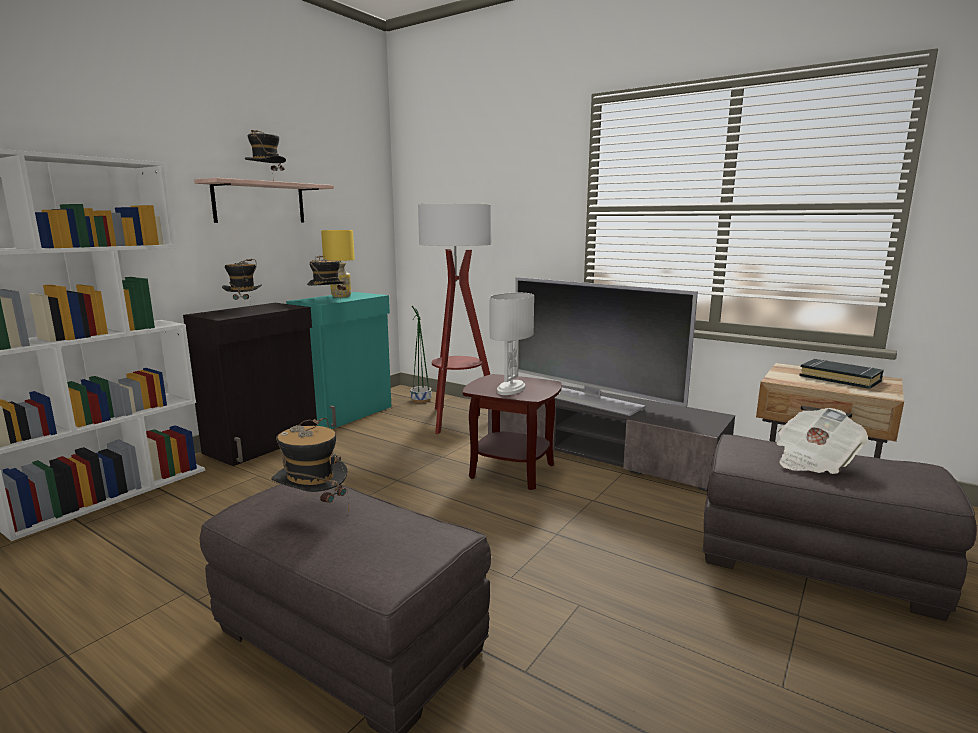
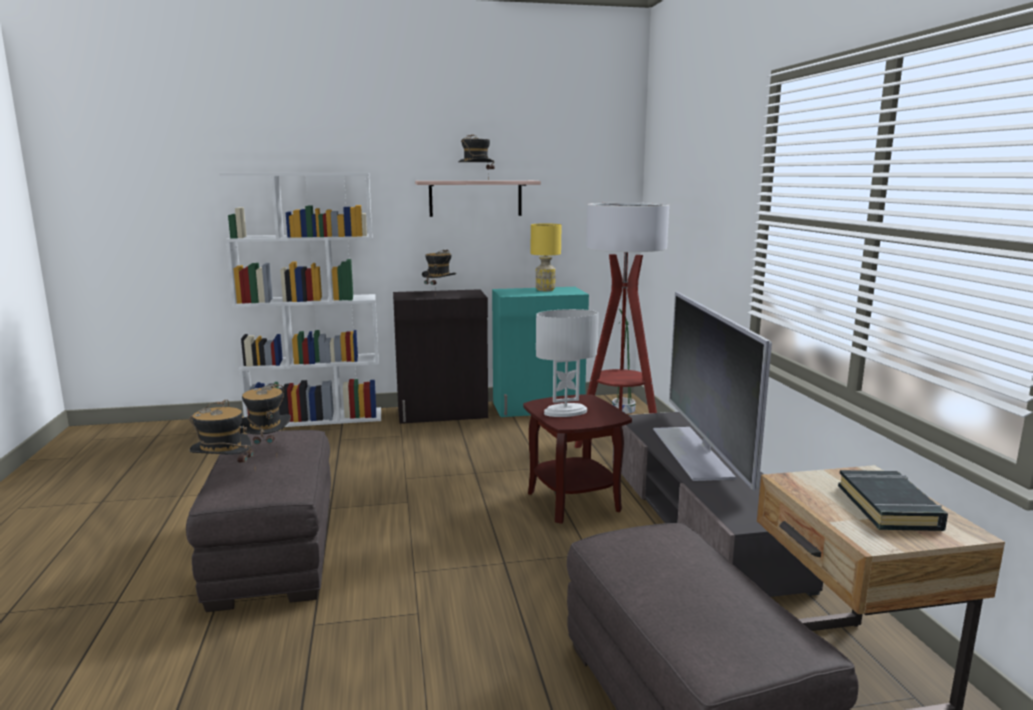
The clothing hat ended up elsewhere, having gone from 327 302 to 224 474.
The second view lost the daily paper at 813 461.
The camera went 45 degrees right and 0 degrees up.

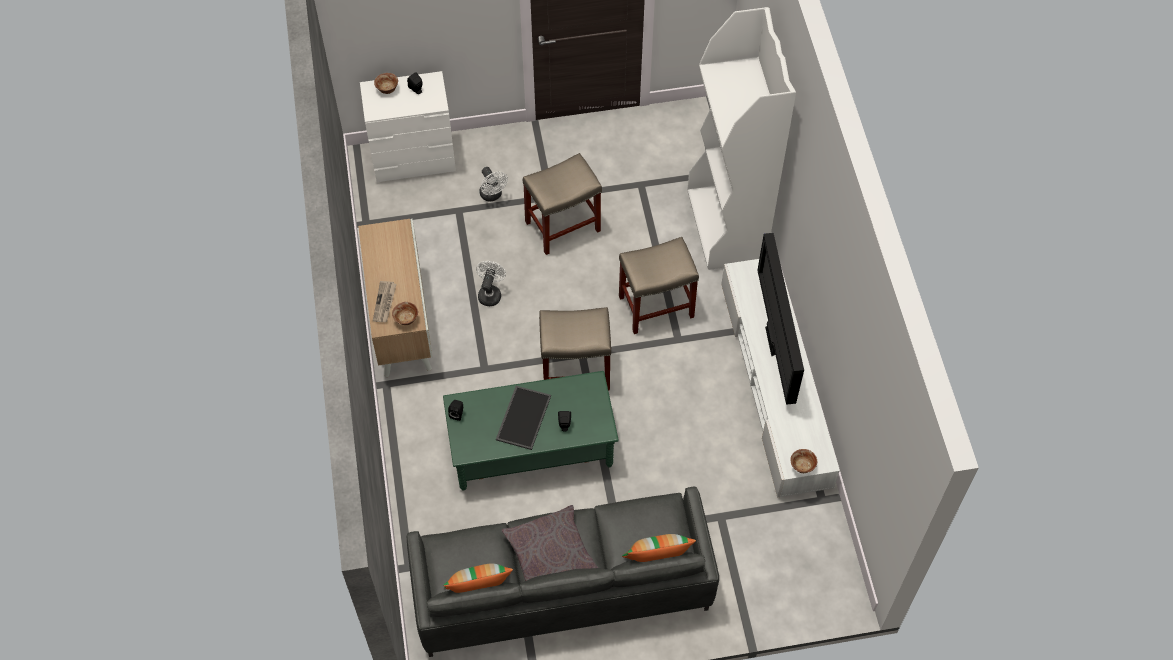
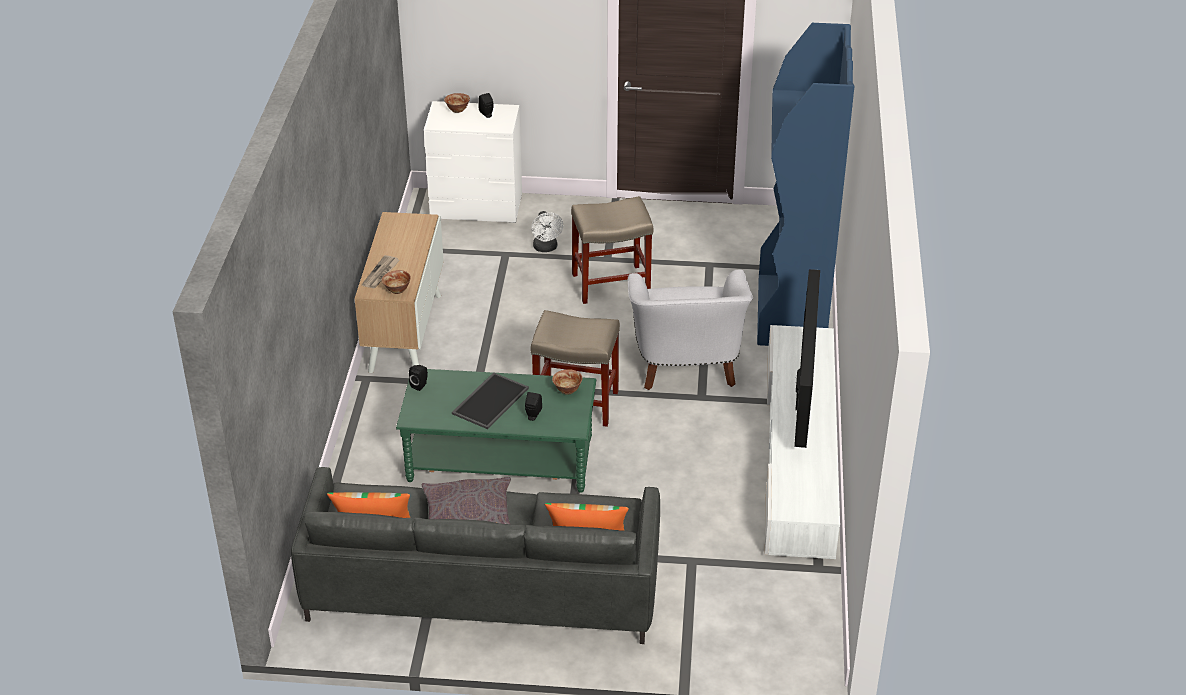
The deep dish ended up elsewhere, having gone from 802 466 to 567 390.
Where the beige sitting stool stood at 655 307, the whitish lounge chair came to stand at 686 366.
What was the whitish bookshelf at 726 226 turned into the blue-coloured bookshelf at 792 313.
The second view lost the whitish cooling fan at 490 293.
The camera went 15 degrees right and 20 degrees down.

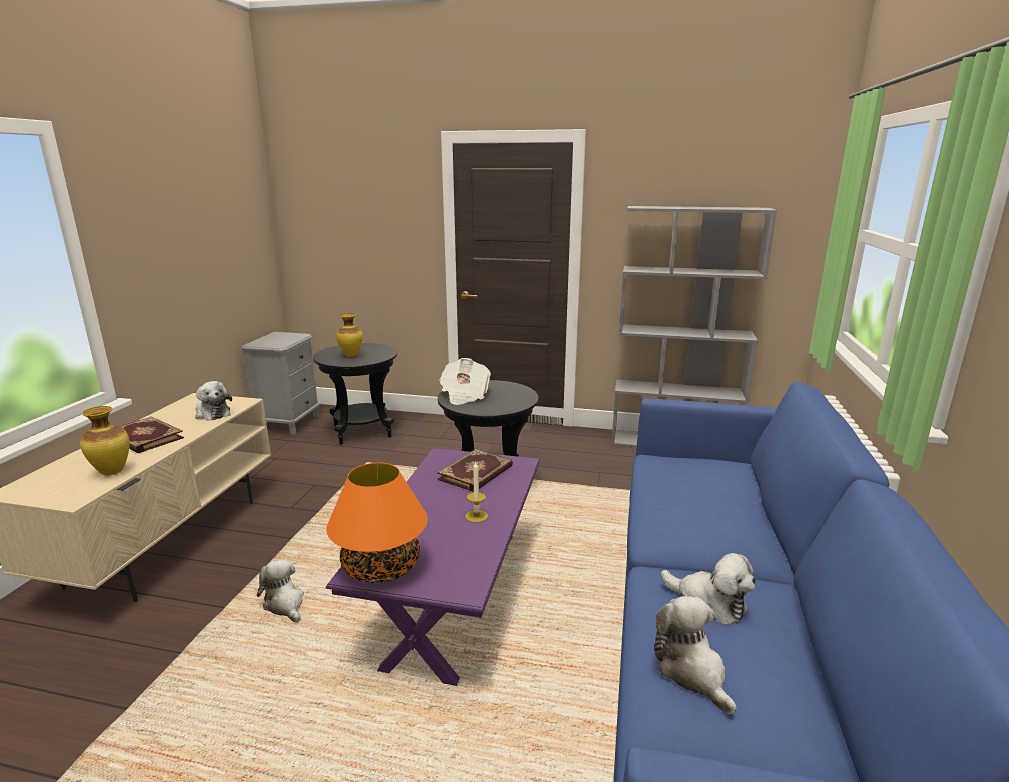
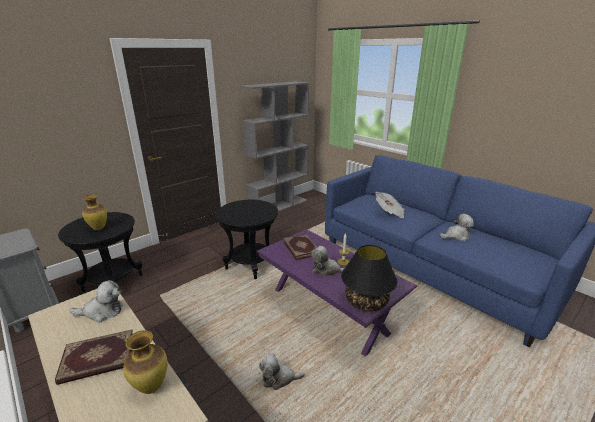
The soft toy ended up elsewhere, having gone from 692 671 to 327 270.
What was the orangey table lamp at 382 567 turned into the blackish table lamp at 366 301.
The daily paper ended up elsewhere, having gone from 464 395 to 389 212.
The camera went 55 degrees left and 5 degrees up.

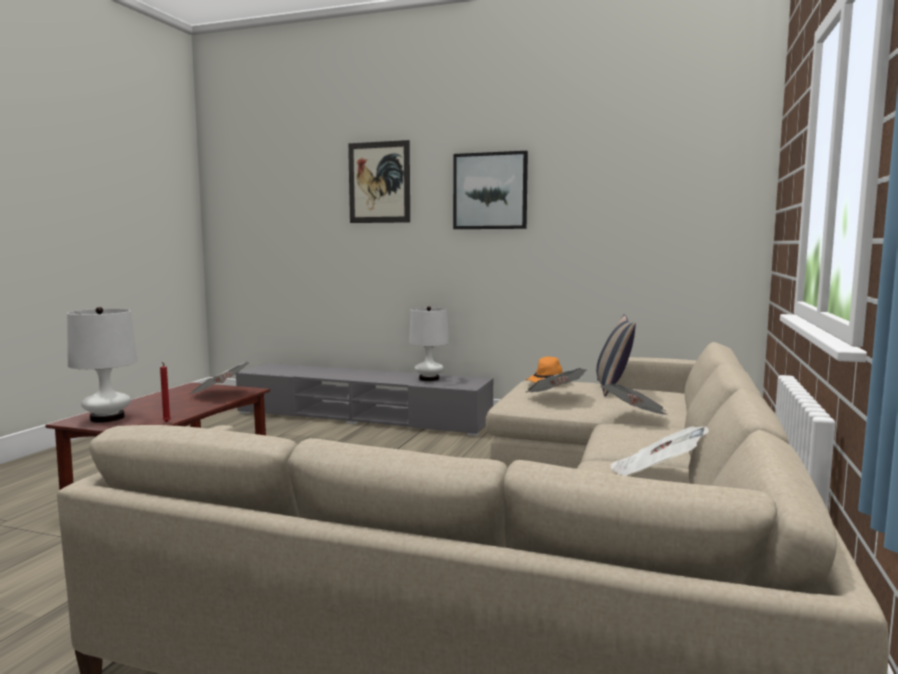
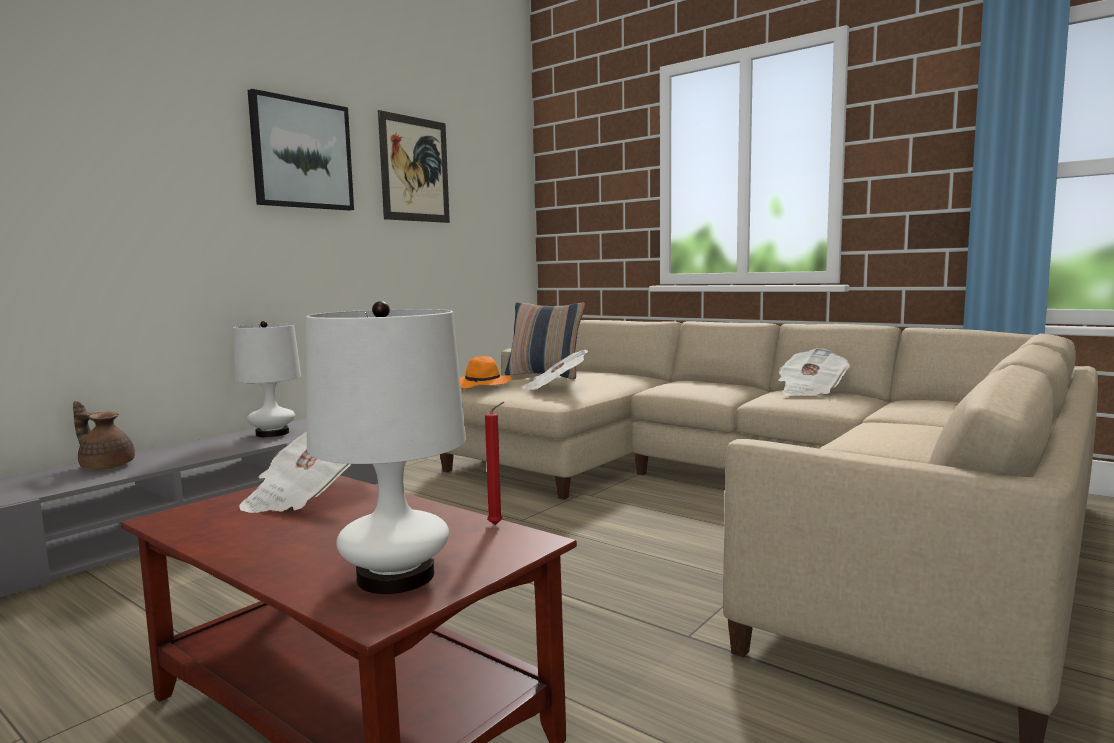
The second view gained the brown teapot at 106 466.
The wall art ended up elsewhere, having gone from 379 182 to 415 169.
The second view lost the daily paper at 635 417.
The camera went 70 degrees left and 0 degrees up.

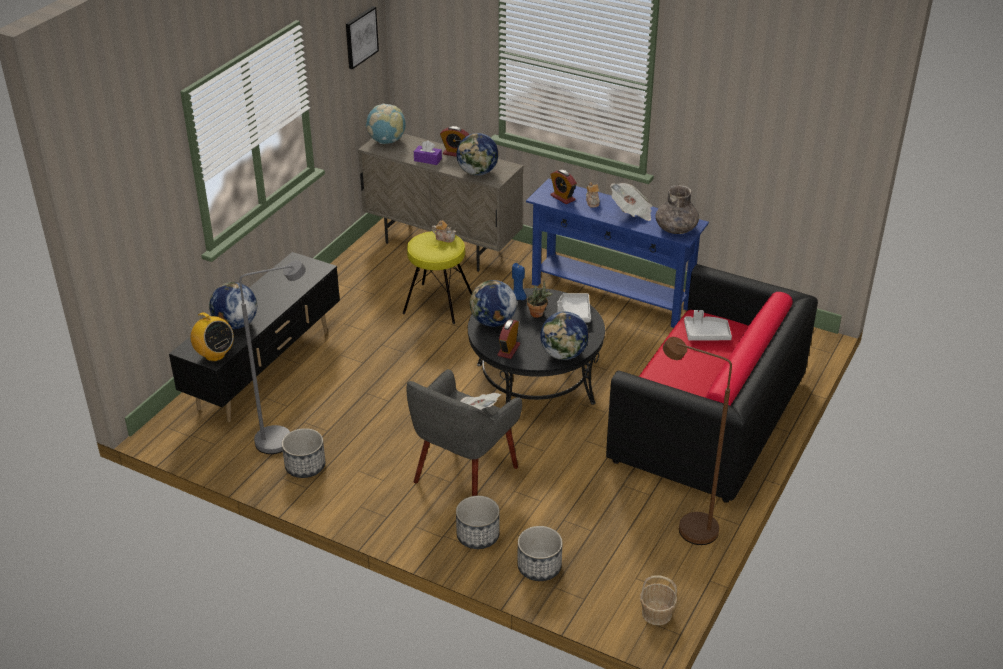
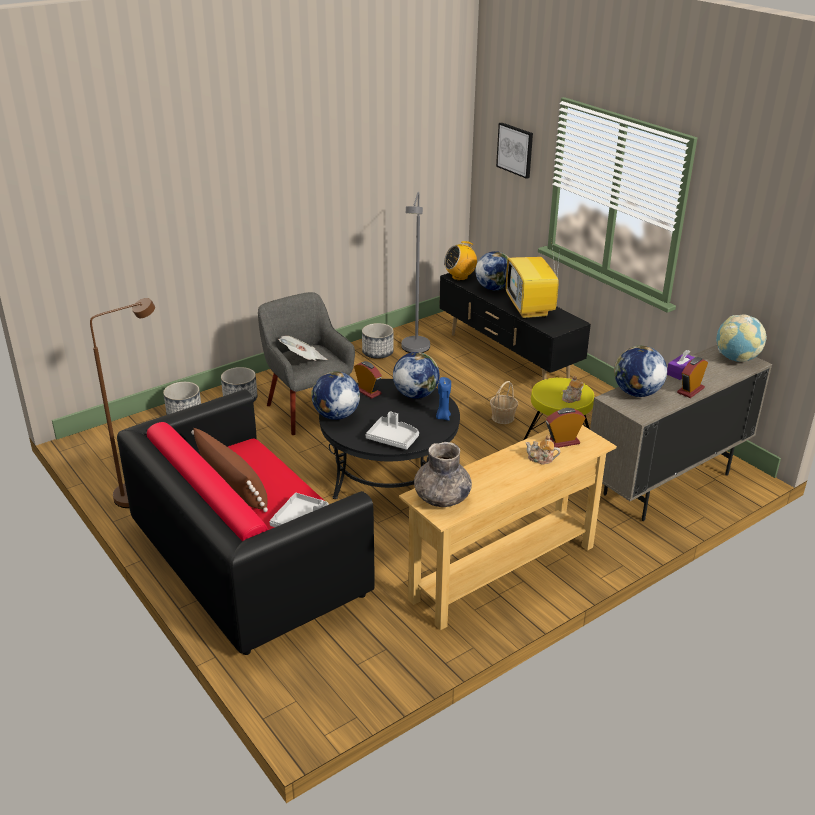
The second view gained the brown pillow at 233 487.
What was the blue-coloured narrow table at 611 295 turned into the beige narrow table at 504 573.
The basket ended up elsewhere, having gone from 656 613 to 503 417.
The wall art ended up elsewhere, having gone from 360 37 to 515 150.
The second view gained the TV set at 530 309.
The second view lost the houseplant at 538 314.
The second view lost the daily paper at 631 212.
The camera went 115 degrees right and 5 degrees down.

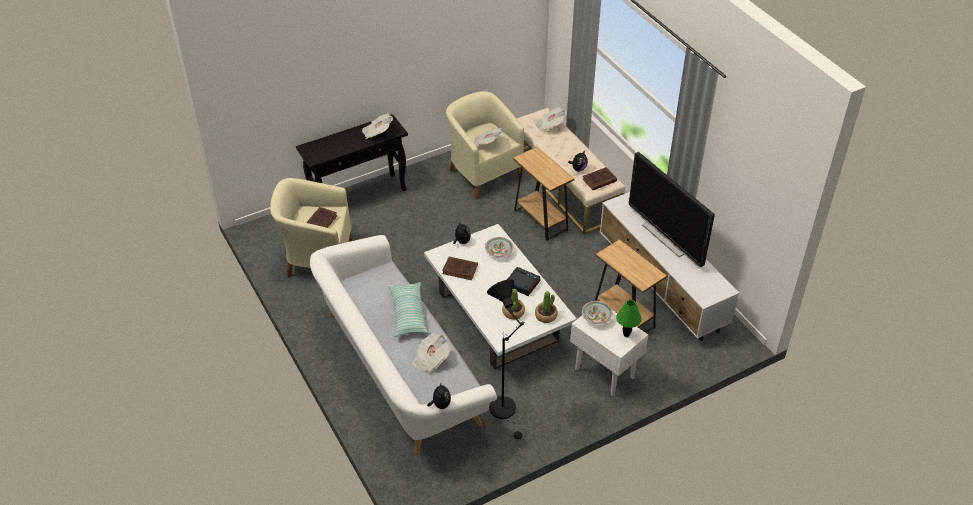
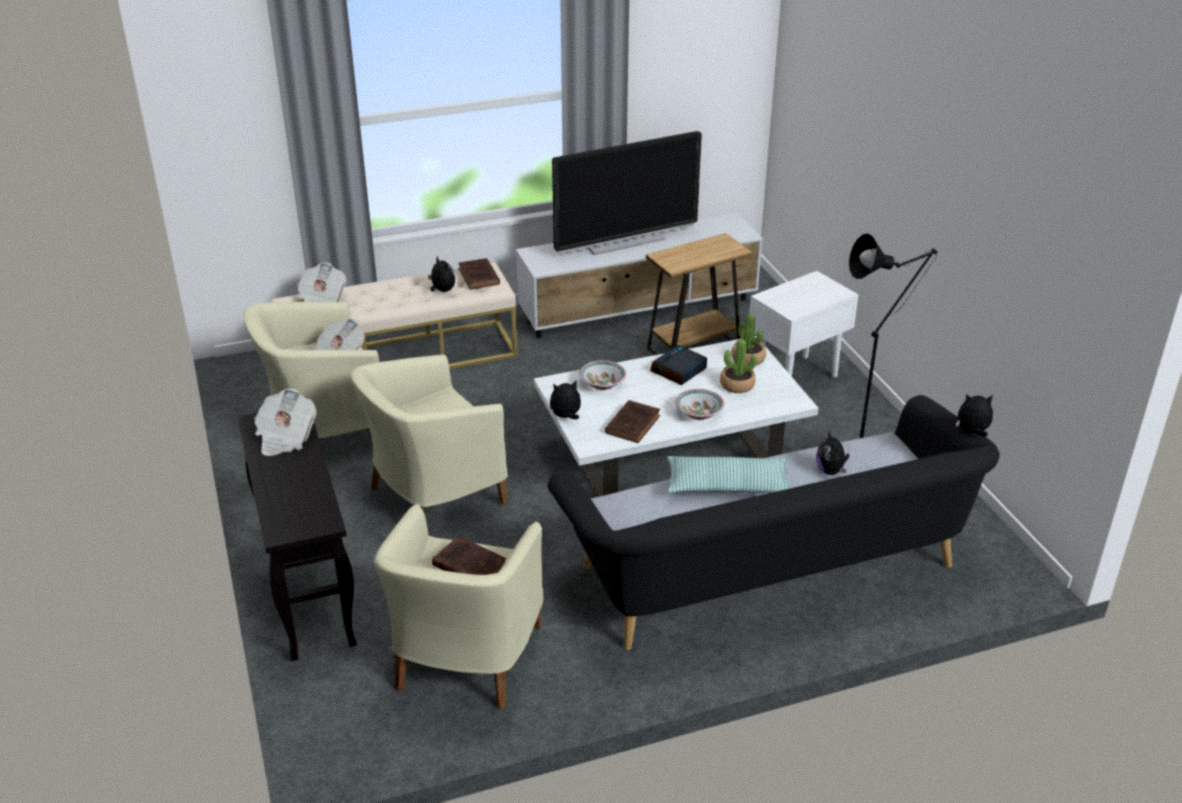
The second view gained the beige lounge chair at 433 495.
What was the whitish sofa at 398 369 turned into the blackish sofa at 770 570.
The deep dish ended up elsewhere, having gone from 596 317 to 698 413.
Where the daily paper stood at 430 359, the soft toy came to stand at 831 471.
The second view lost the brown accent table at 541 220.
The second view lost the green table lamp at 626 335.
The camera went 80 degrees left and 10 degrees down.

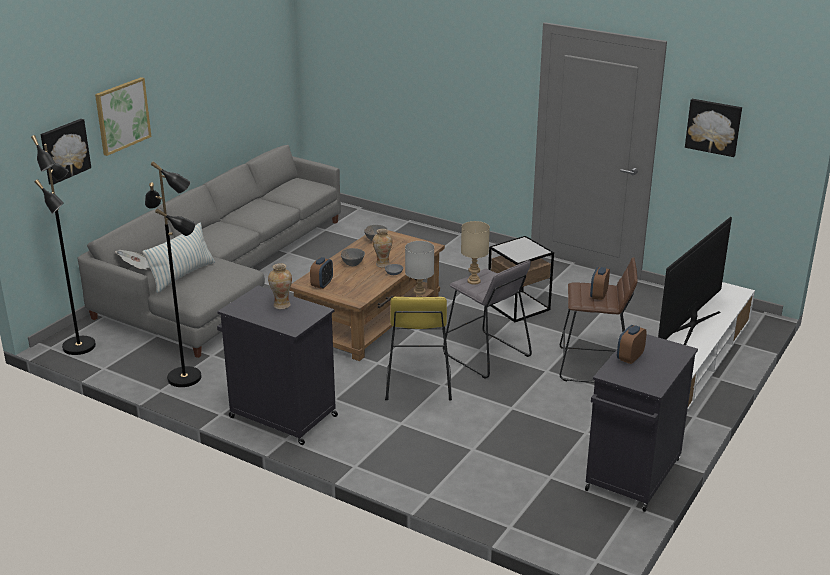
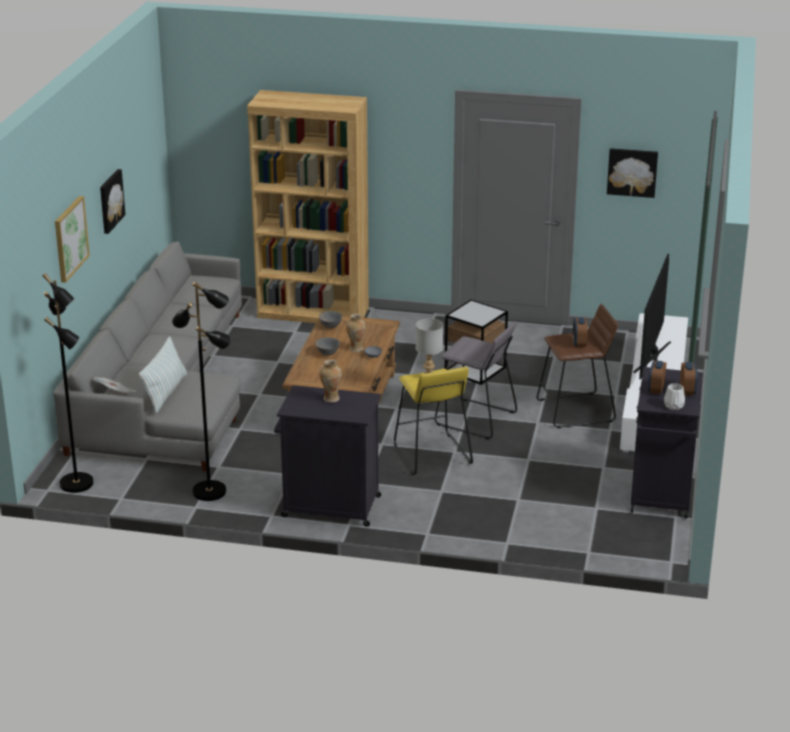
The wall art ended up elsewhere, having gone from 64 151 to 110 201.
The second view gained the brown bookshelf at 313 313.
The second view gained the whitish decorative vase at 673 406.
The table clock ended up elsewhere, having gone from 322 284 to 687 391.
The second view lost the beige table lamp at 473 281.
The camera went 20 degrees left and 0 degrees up.

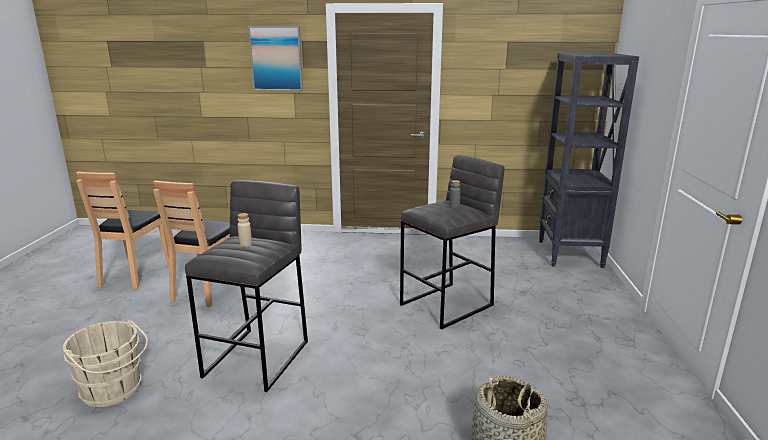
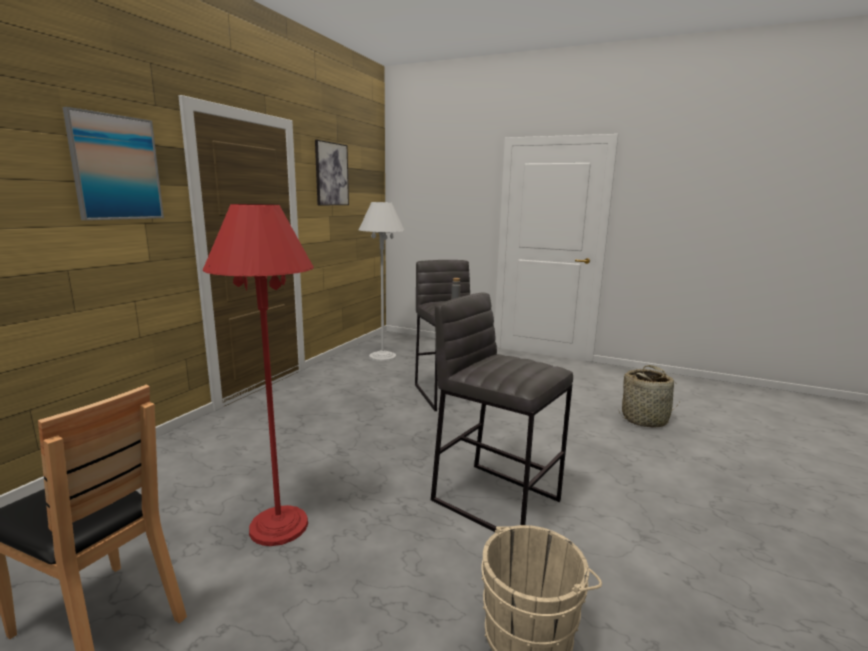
Where the brown chair stood at 208 289, the red-coloured standing lamp came to stand at 279 526.
The second view gained the wall art at 331 174.
The second view gained the whitish standing lamp at 382 357.
The second view lost the beige beverage bottle at 245 244.
The second view lost the blackish bookshelf at 569 254.
The camera went 70 degrees left and 5 degrees down.

